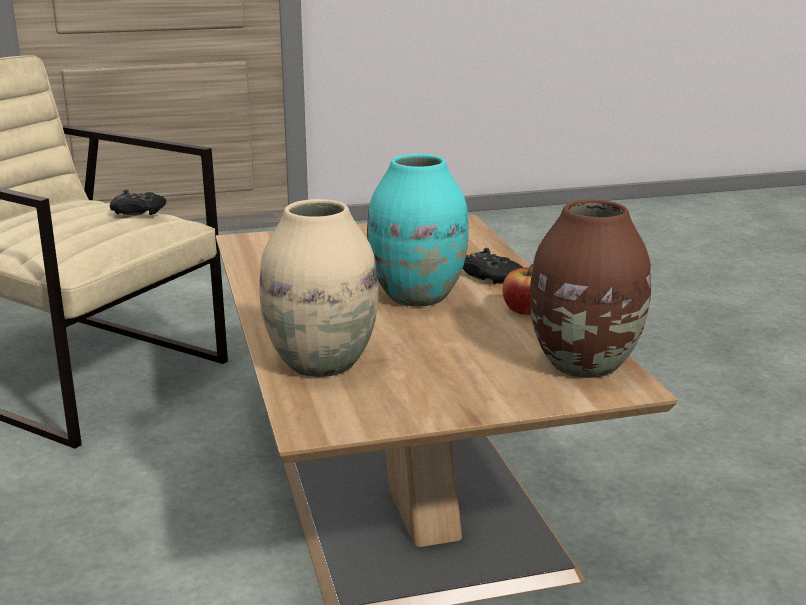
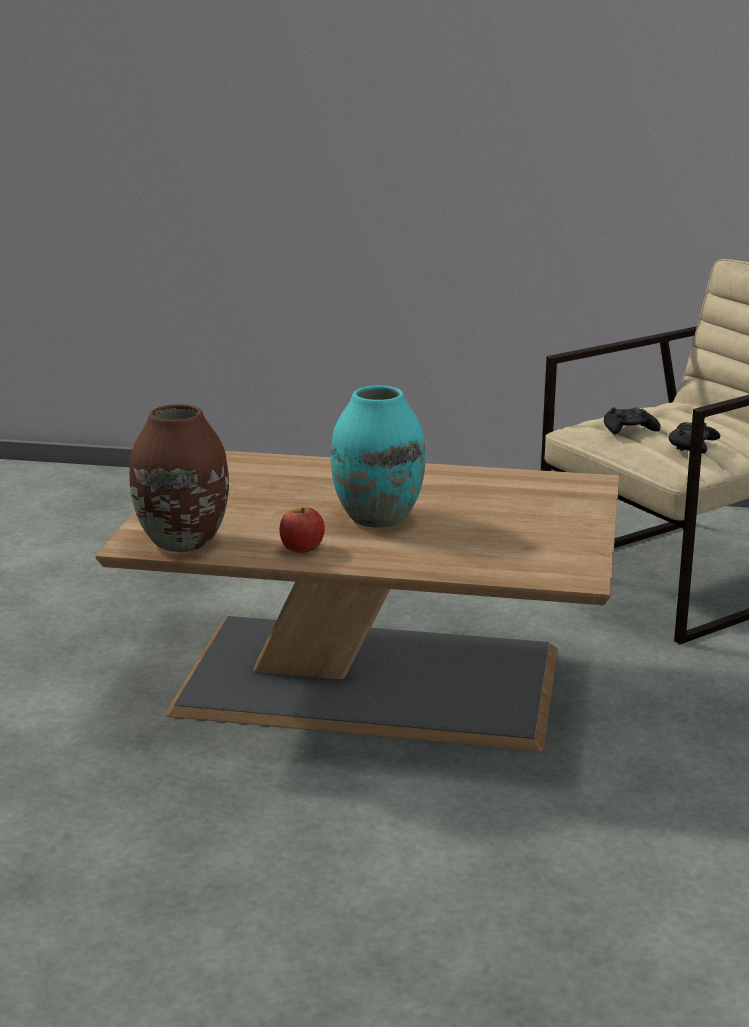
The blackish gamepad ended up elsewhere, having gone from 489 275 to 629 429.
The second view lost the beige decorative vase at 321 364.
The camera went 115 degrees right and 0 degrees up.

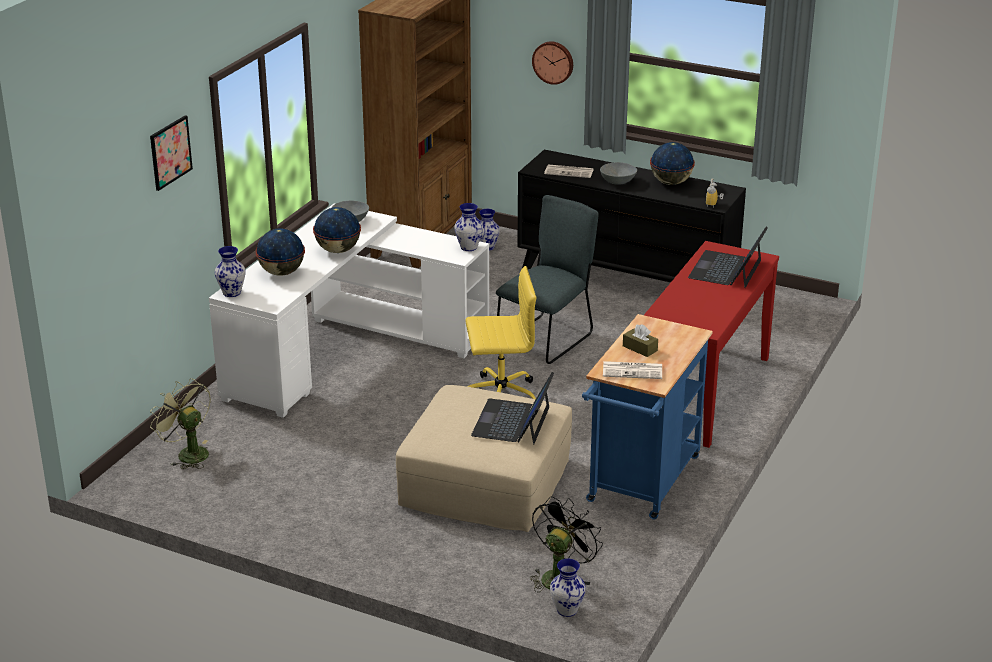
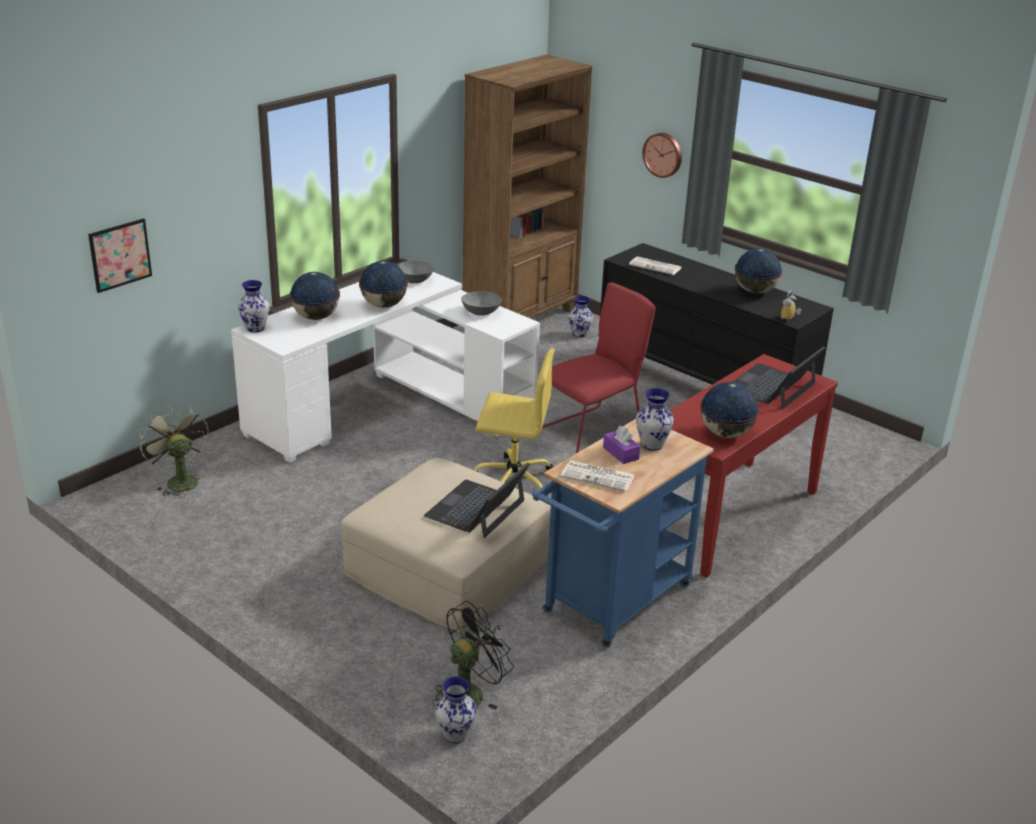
The wall art ended up elsewhere, having gone from 170 152 to 120 255.
The grey deep dish ended up elsewhere, having gone from 618 181 to 481 312.
What was the grey chair at 547 338 turned into the red-coloured chair at 592 430.
What was the brown tissue box at 640 348 turned into the purplish tissue box at 620 453.
The decorative vase ended up elsewhere, having gone from 468 247 to 651 445.
The second view gained the globe at 725 434.
The camera went 15 degrees right and 0 degrees up.

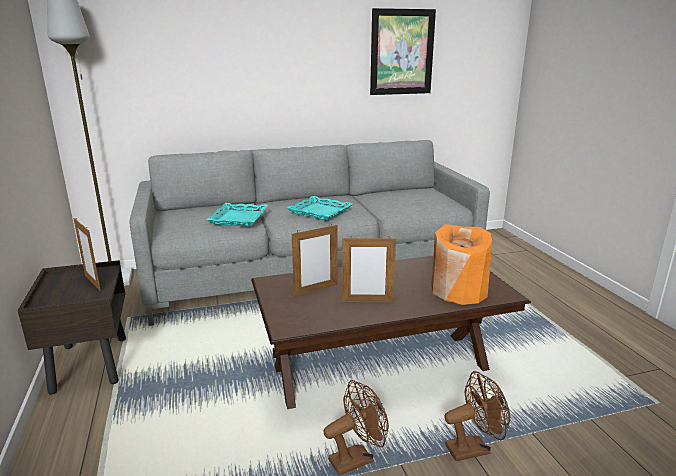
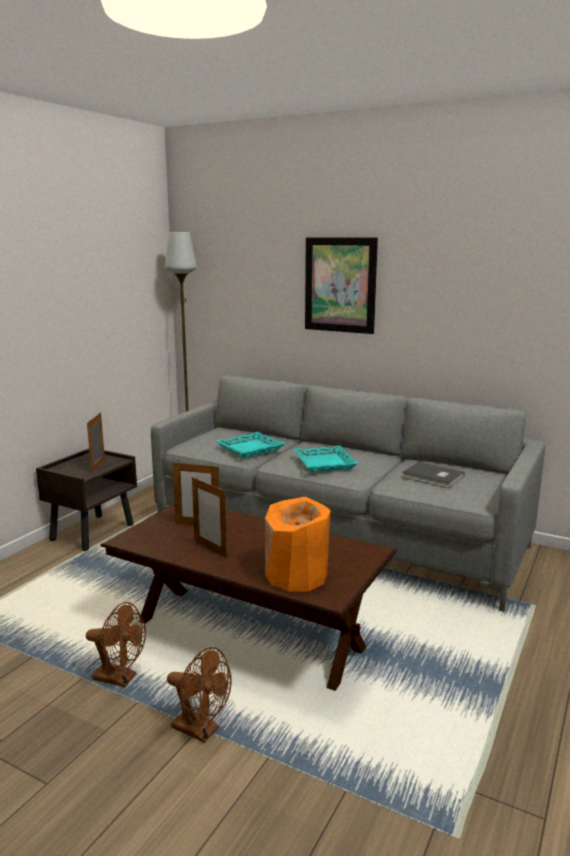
The wall art ended up elsewhere, having gone from 402 52 to 340 285.
The second view gained the grey bound book at 433 477.
The camera went 45 degrees right and 5 degrees down.

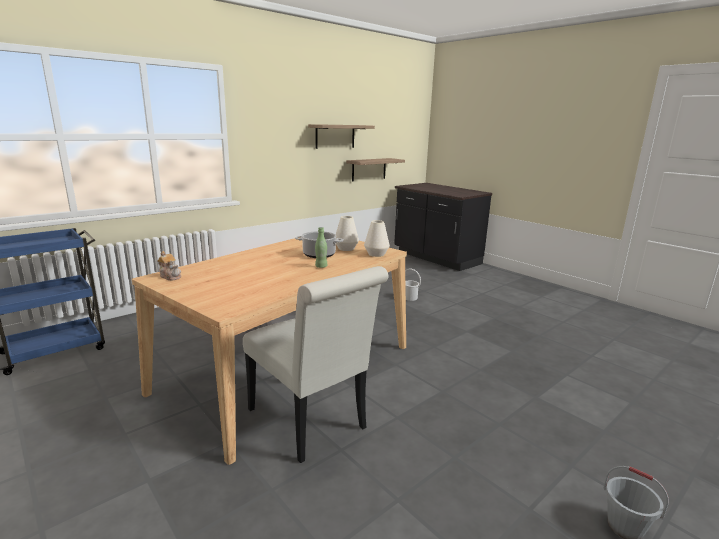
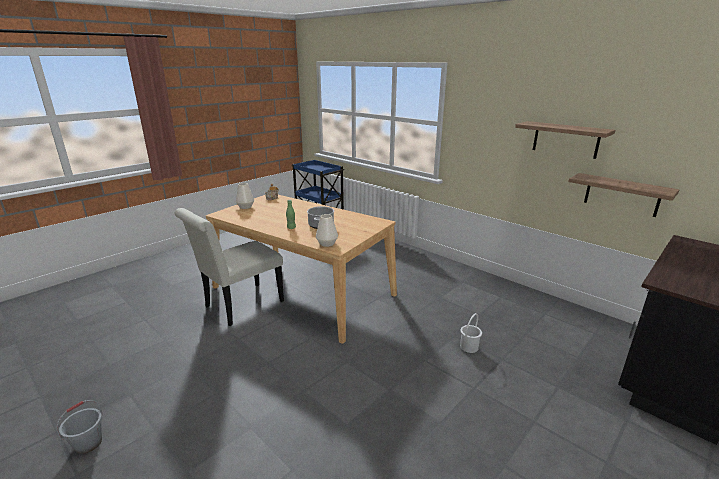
The whitish decorative vase ended up elsewhere, having gone from 346 248 to 245 207.
The camera went 85 degrees right and 5 degrees up.

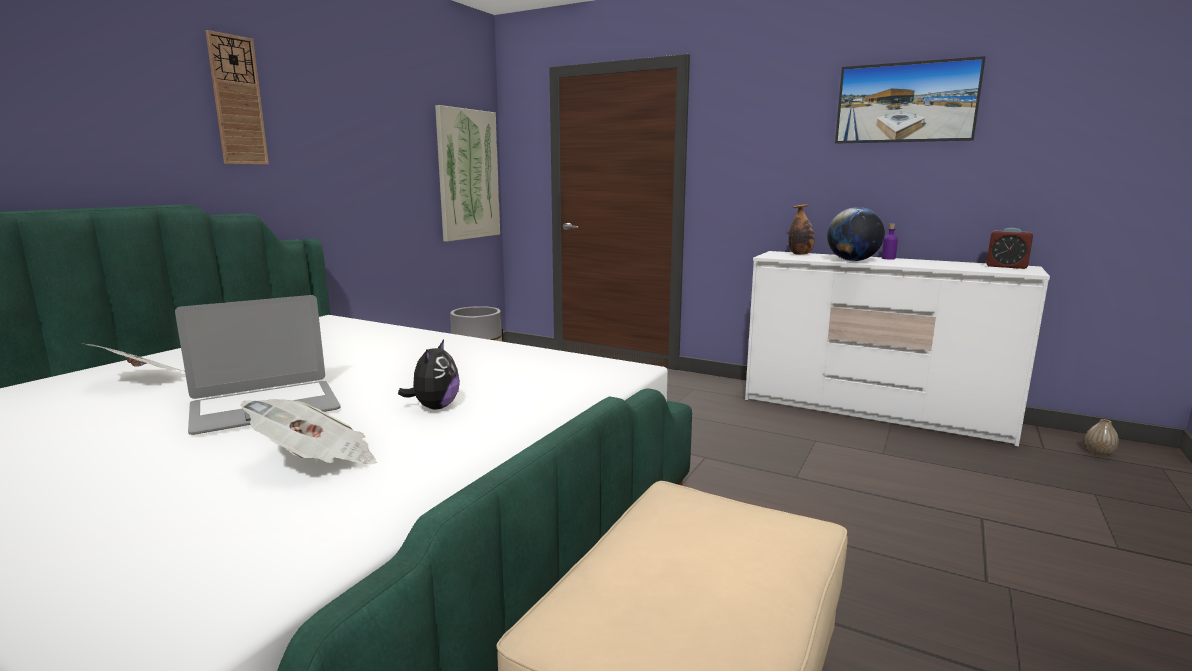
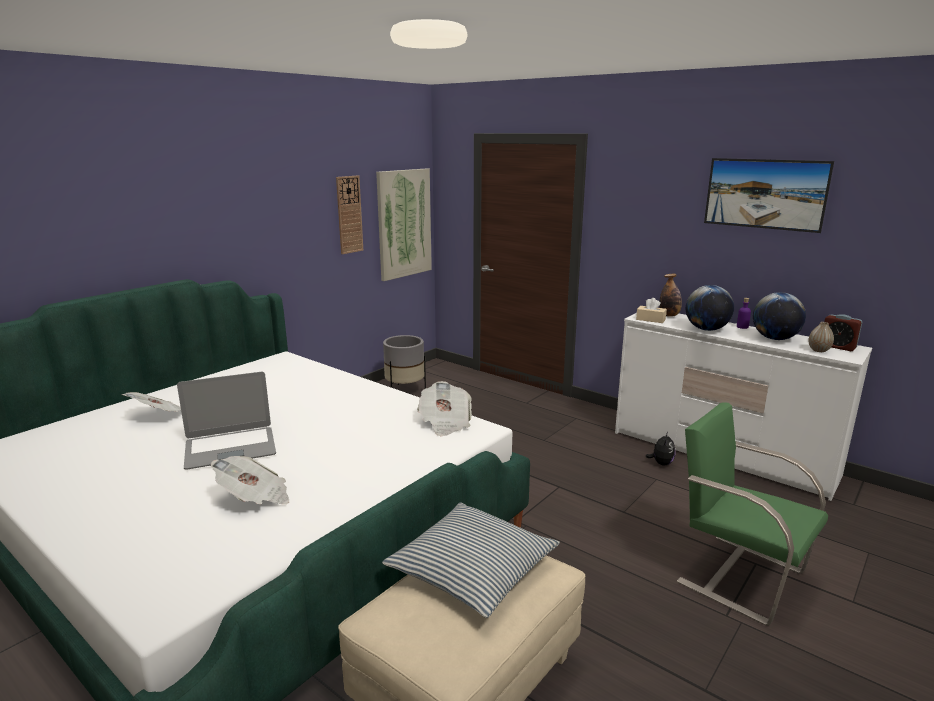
The hanging clock ended up elsewhere, having gone from 237 101 to 349 214.
The second view gained the pillow at 472 569.
The second view gained the daily paper at 445 423.
The second view gained the beige tissue box at 650 319.
The soft toy ended up elsewhere, having gone from 435 407 to 661 463.
The second view gained the green chair at 739 575.
The second view gained the globe at 775 339.
The decorative vase ended up elsewhere, having gone from 1099 452 to 818 350.
The camera went 10 degrees right and 5 degrees up.

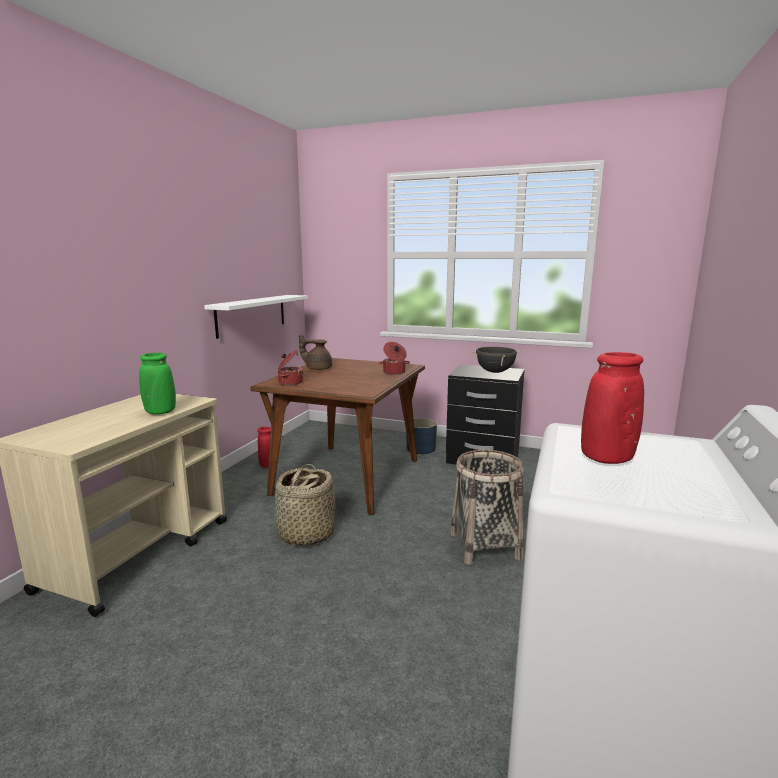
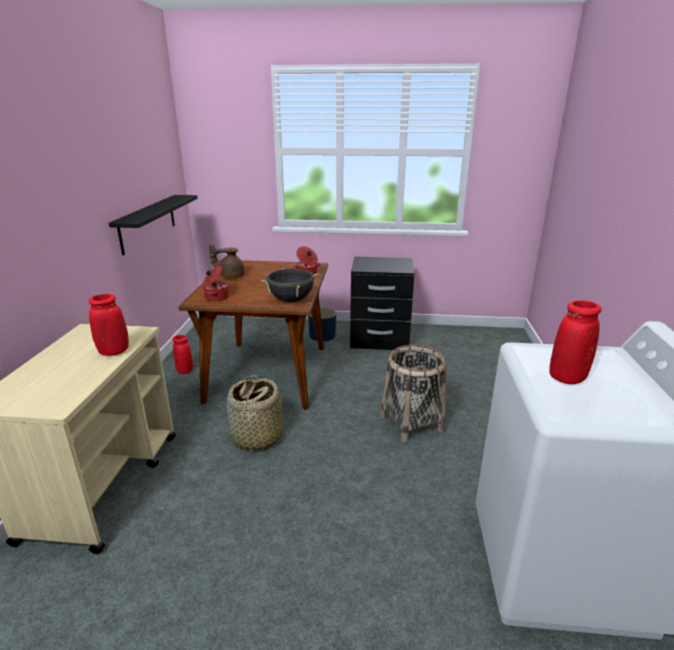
What was the green decorative vase at 160 412 turned into the red-coloured decorative vase at 114 352.
What was the whitish bracket shelf at 252 315 turned into the blackish bracket shelf at 148 223.
The blackish stockpot ended up elsewhere, having gone from 495 372 to 291 300.
The camera went 15 degrees left and 10 degrees up.

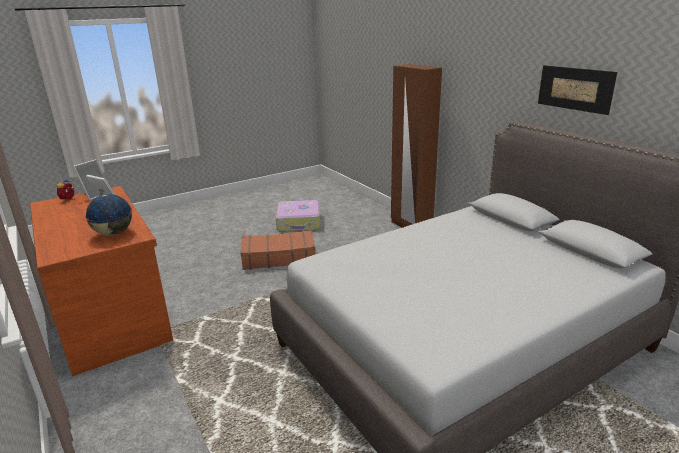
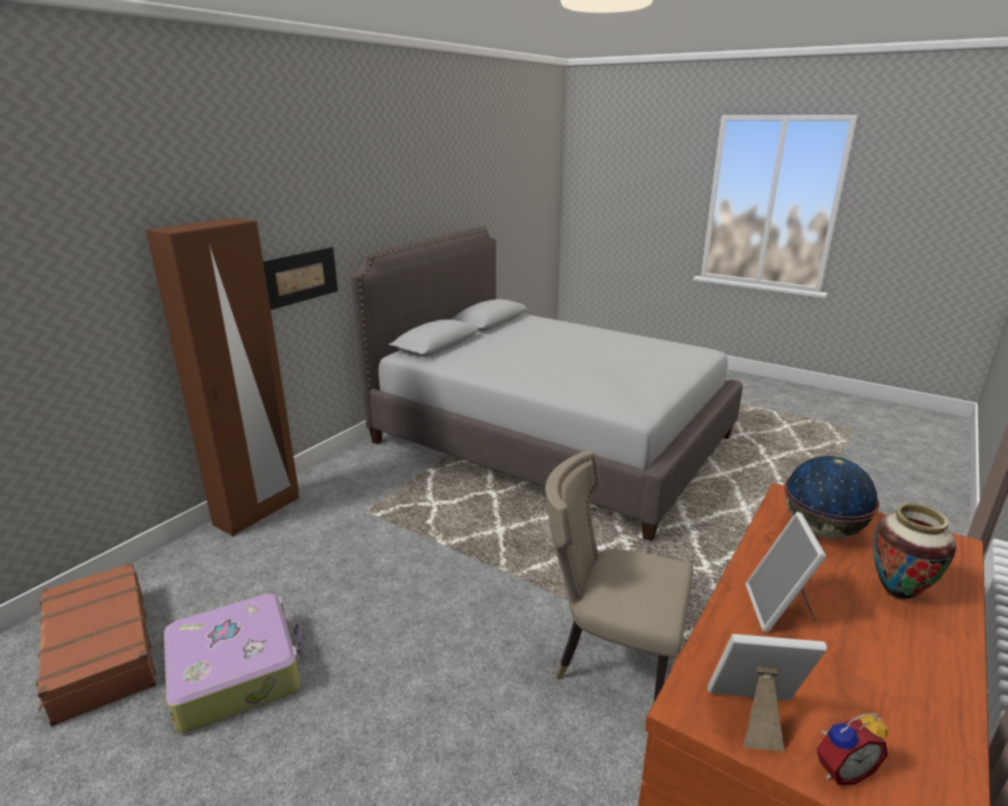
The brown suitcase ended up elsewhere, having gone from 278 257 to 100 652.
The wall art ended up elsewhere, having gone from 575 89 to 299 277.
The second view gained the beige chair at 610 660.
The second view gained the decorative vase at 897 592.
The camera went 115 degrees left and 0 degrees up.

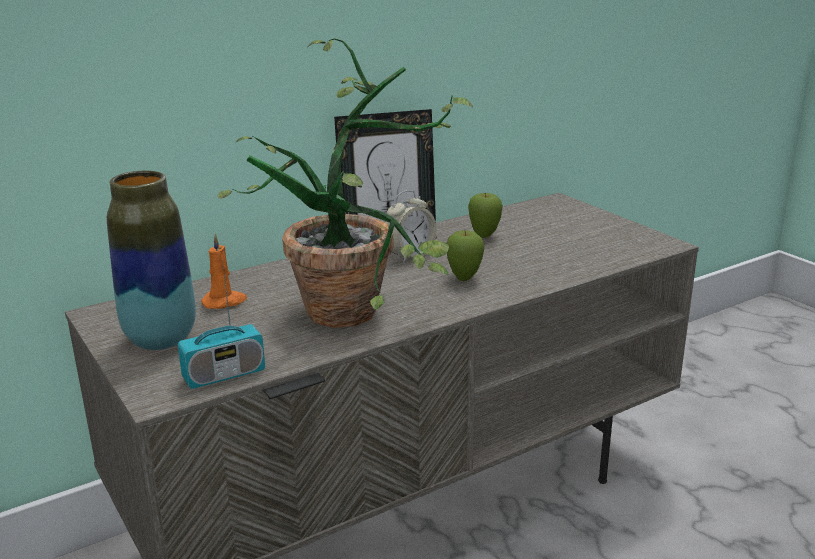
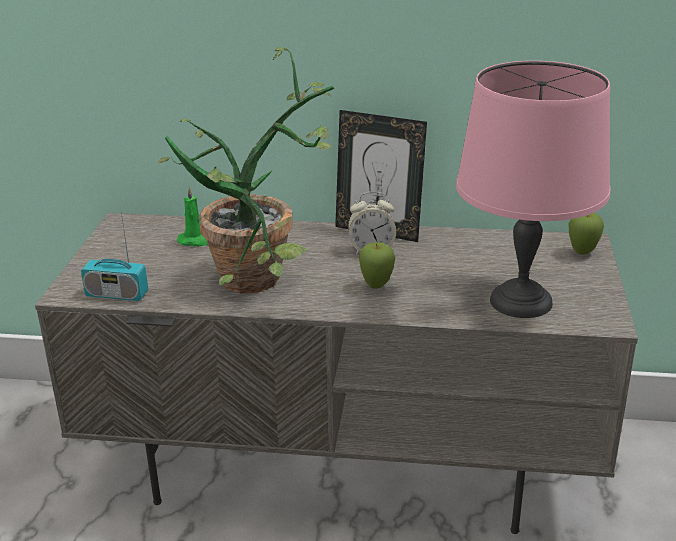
What was the orangey candle at 224 302 turned into the green candle at 196 241.
The second view gained the pinkish table lamp at 519 300.
The apple ended up elsewhere, having gone from 484 236 to 582 253.
The second view lost the decorative vase at 161 339.
The camera went 40 degrees right and 5 degrees up.

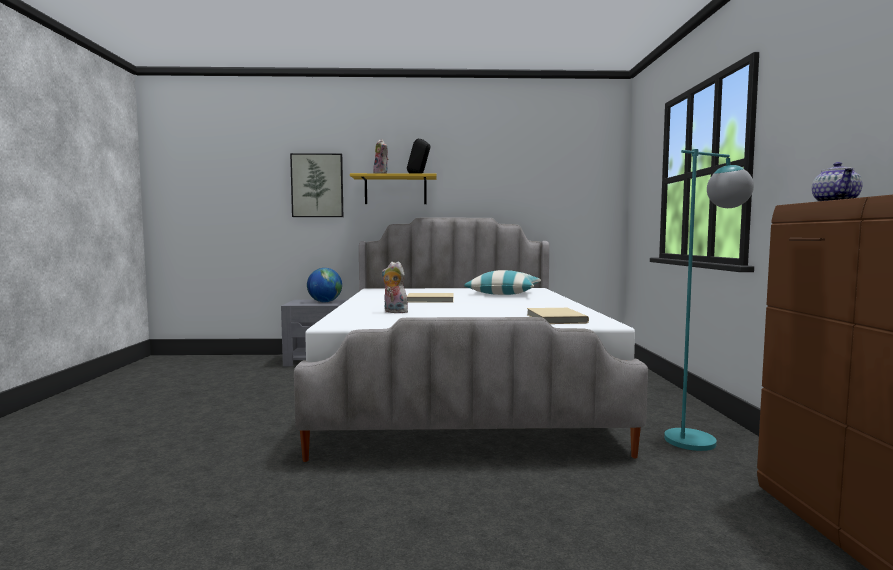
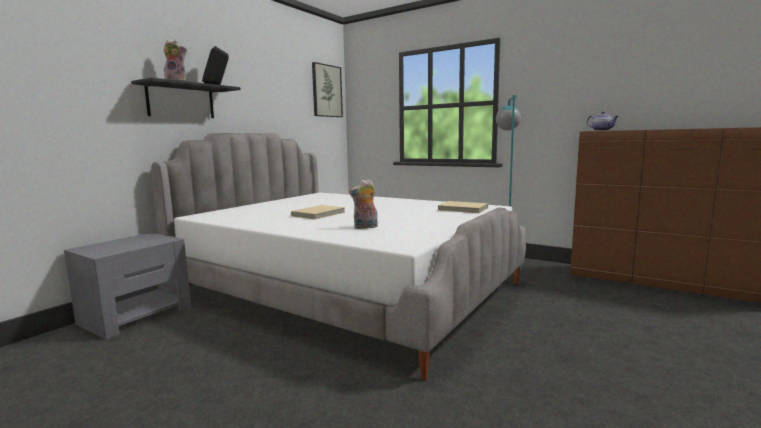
What was the yellow-coloured bracket shelf at 395 190 turned into the blackish bracket shelf at 181 101.
The wall art ended up elsewhere, having gone from 317 185 to 326 91.
The second view lost the globe at 324 302.
The second view lost the pillow at 504 293.
The camera went 55 degrees left and 5 degrees up.

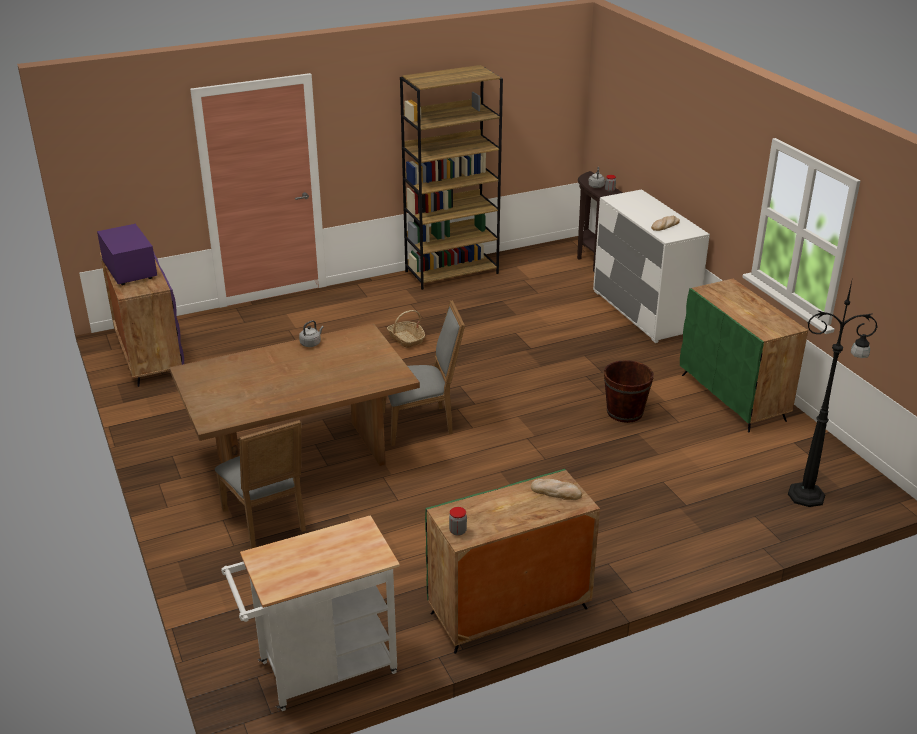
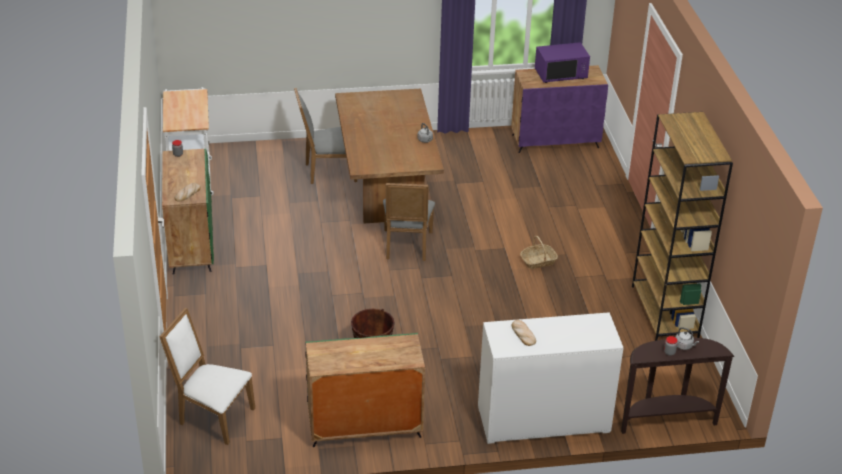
Where the blackish standing lamp stood at 808 495, the whitish chair came to stand at 212 416.
The camera went 105 degrees right and 5 degrees up.

